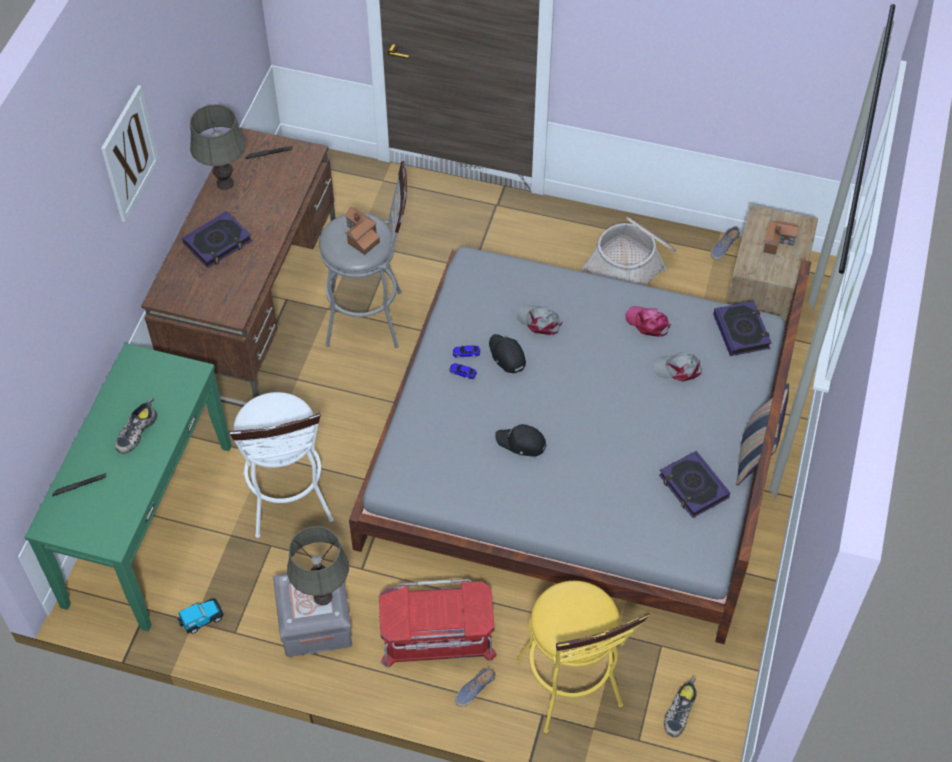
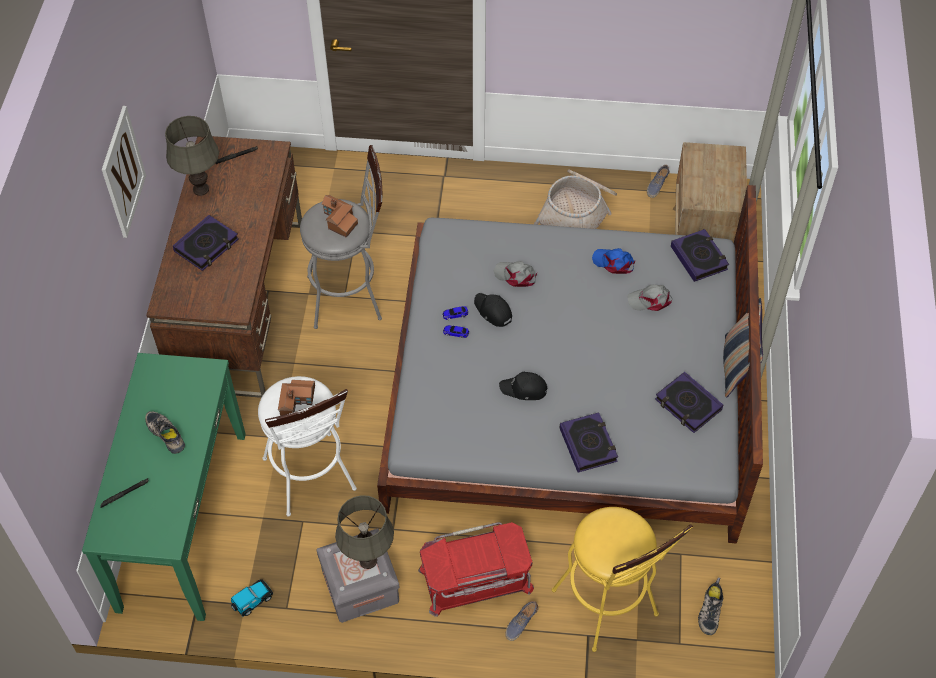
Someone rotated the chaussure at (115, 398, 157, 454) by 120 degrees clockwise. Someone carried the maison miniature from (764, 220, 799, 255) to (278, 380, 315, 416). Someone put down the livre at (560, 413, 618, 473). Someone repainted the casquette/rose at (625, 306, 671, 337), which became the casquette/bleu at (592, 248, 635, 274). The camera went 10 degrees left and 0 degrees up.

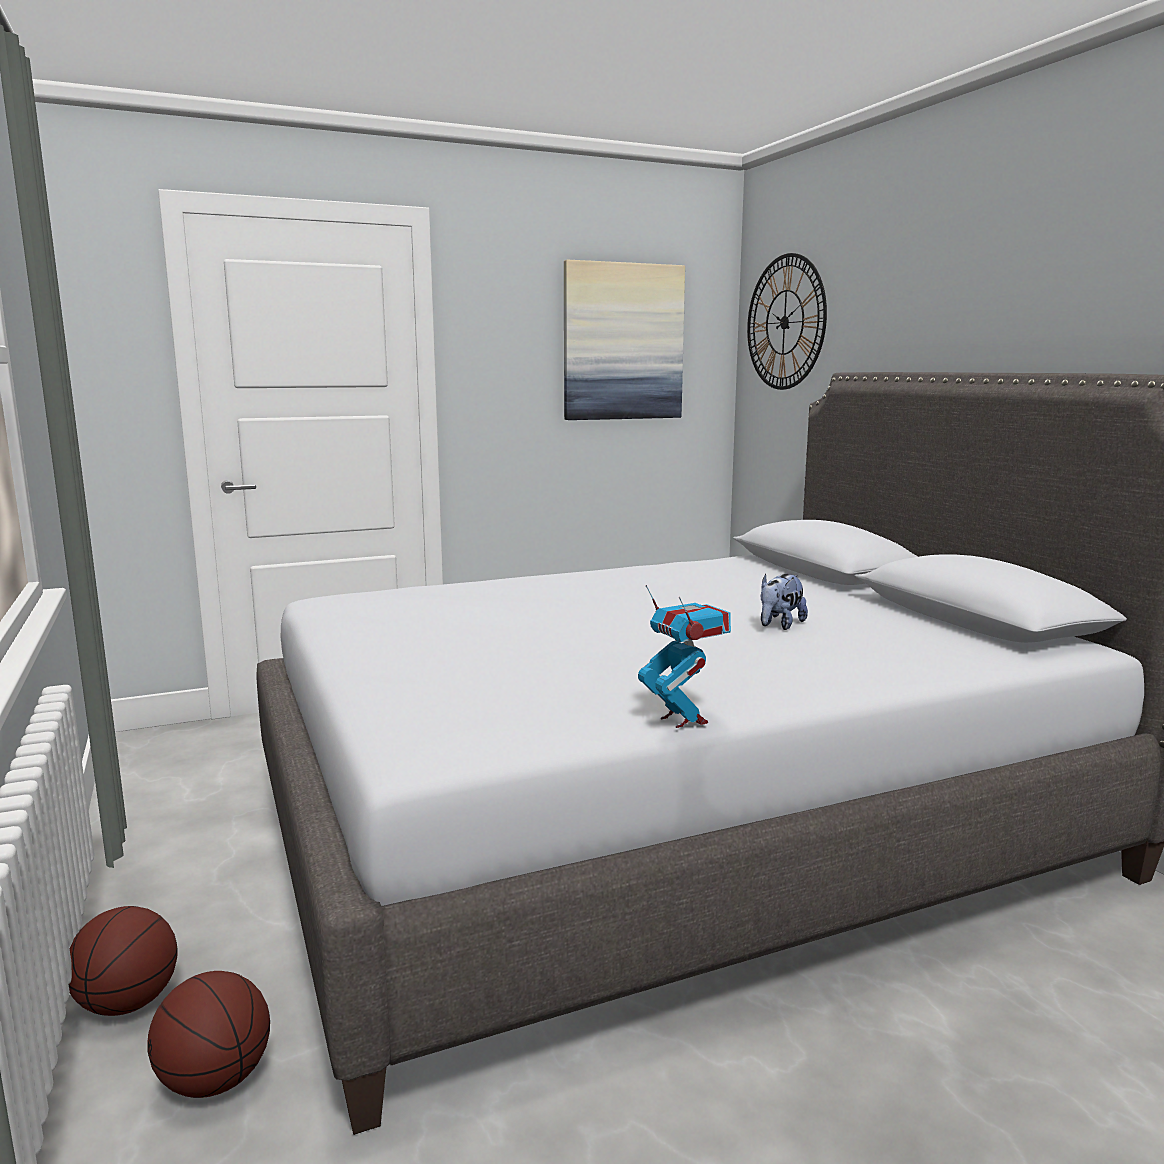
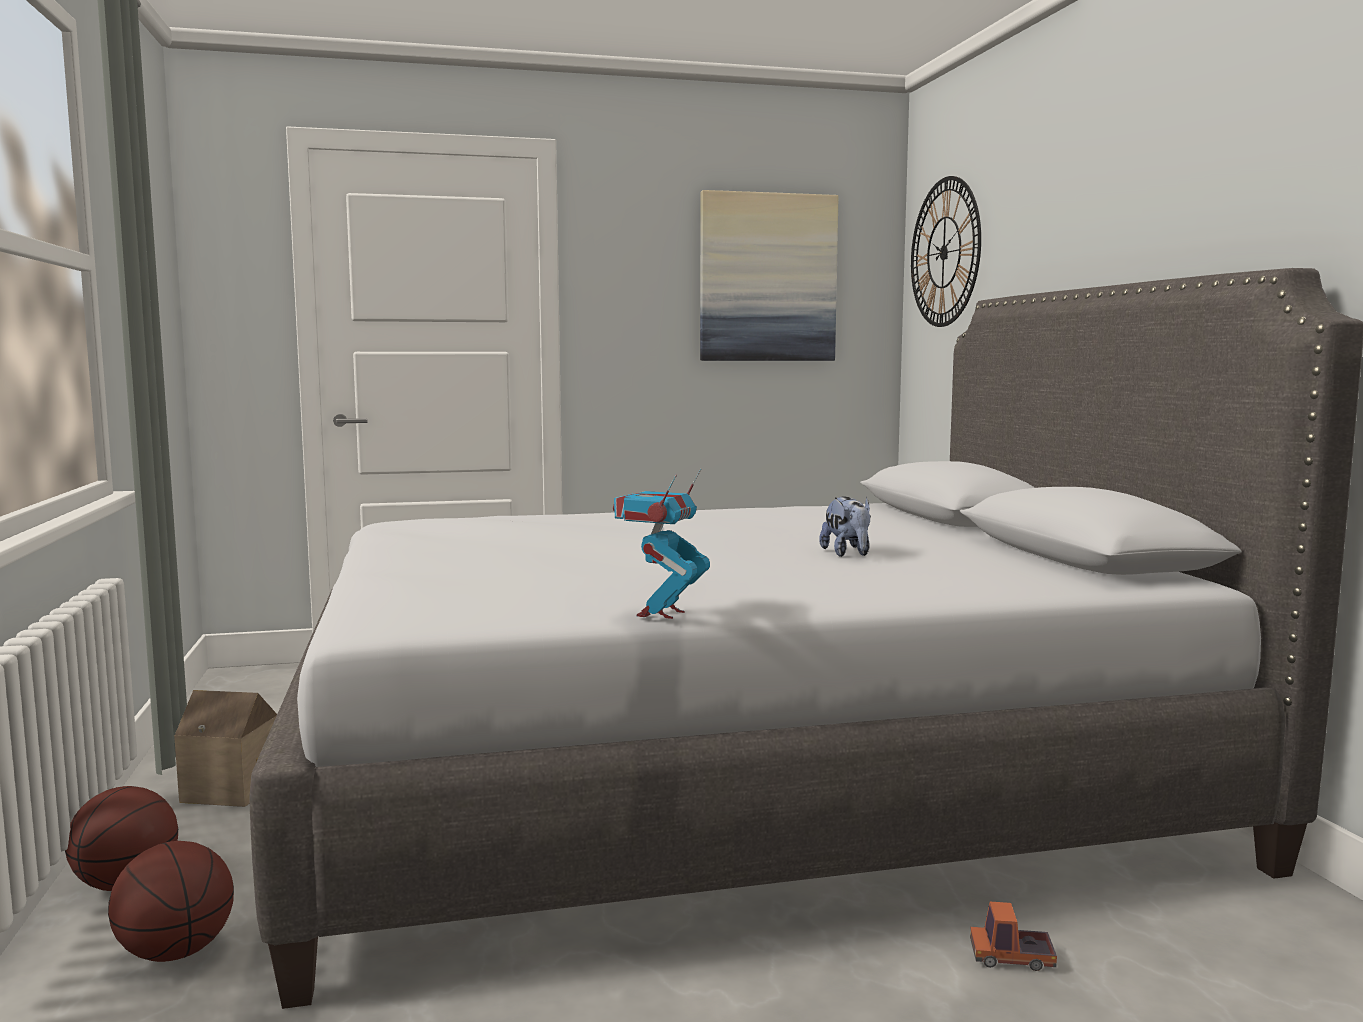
Someone put down the maison miniature at (174, 690, 277, 807). Someone rotated the robot jouet at (638, 585, 731, 728) by 135 degrees counterclockwise. Someone rotated the peluche at (761, 573, 808, 630) by 60 degrees counterclockwise. Someone put down the camion jouet at (970, 902, 1057, 971). The camera went 10 degrees right and 5 degrees down.

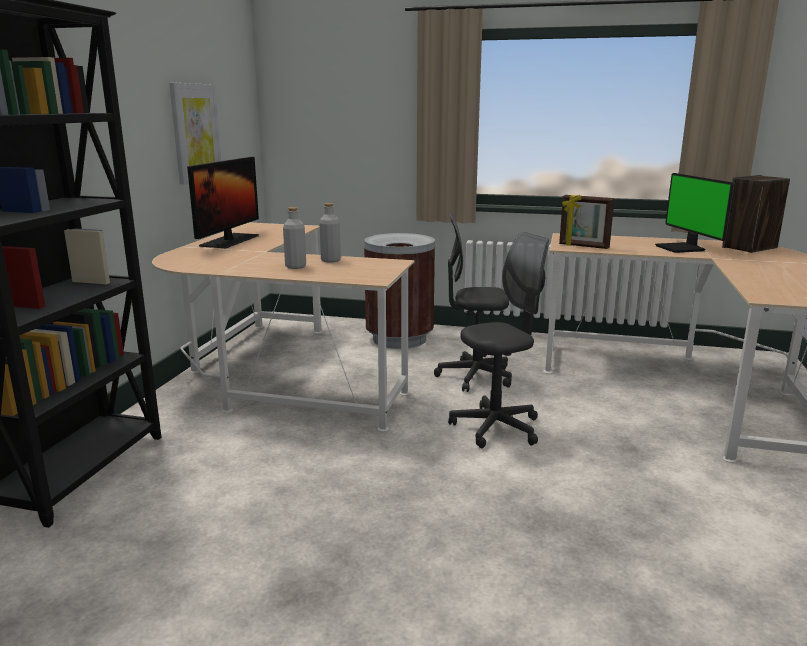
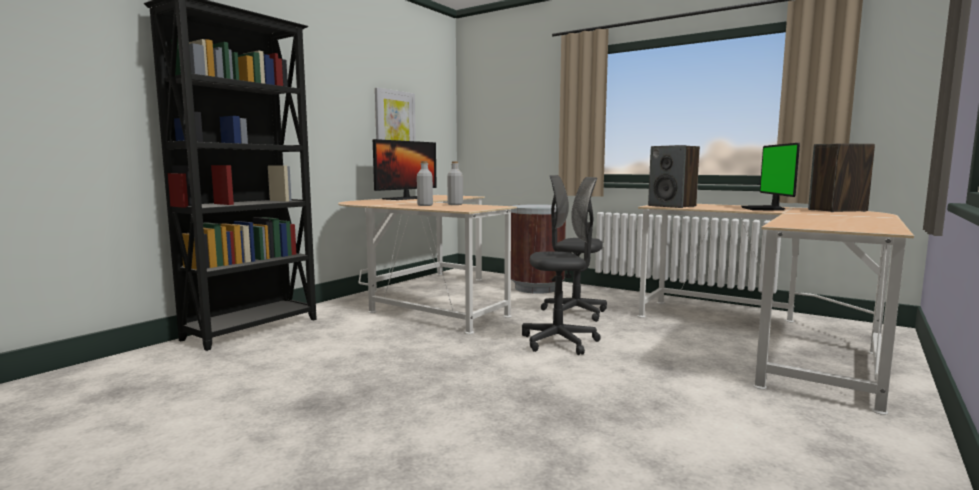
Someone swapped the cadre photo at (559, 195, 614, 249) for the enceinte at (648, 145, 700, 208). The camera went 20 degrees right and 10 degrees down.

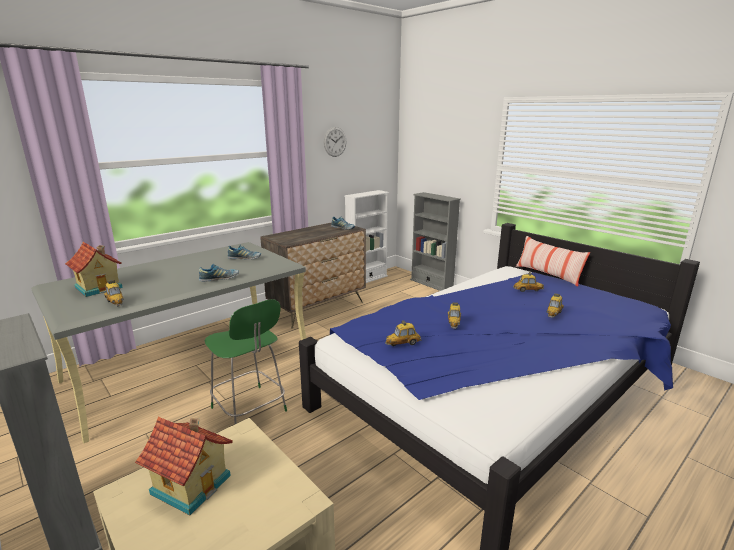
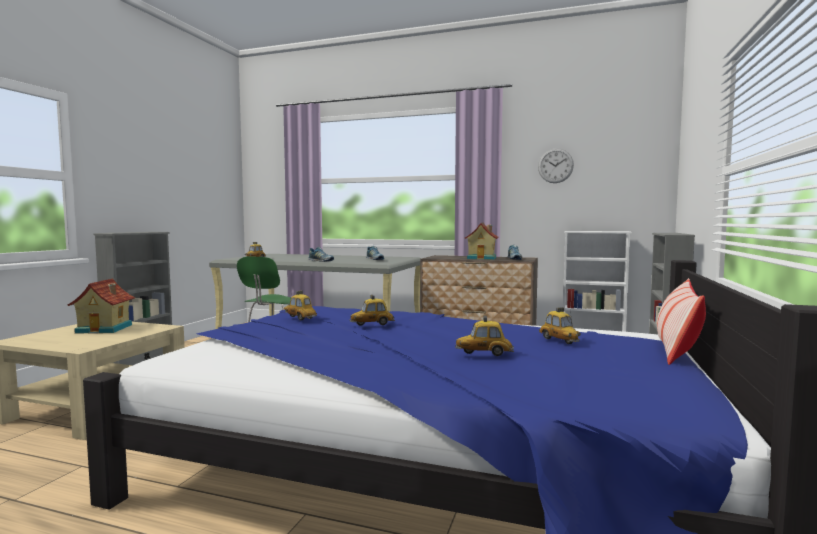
Someone carried the maison miniature from (65, 242, 123, 297) to (465, 222, 499, 260). The camera went 60 degrees right and 15 degrees down.

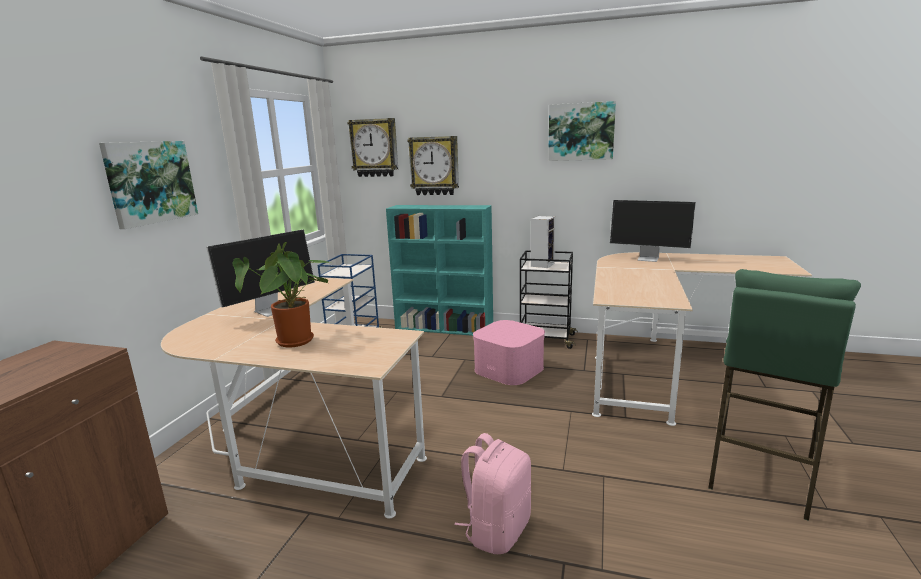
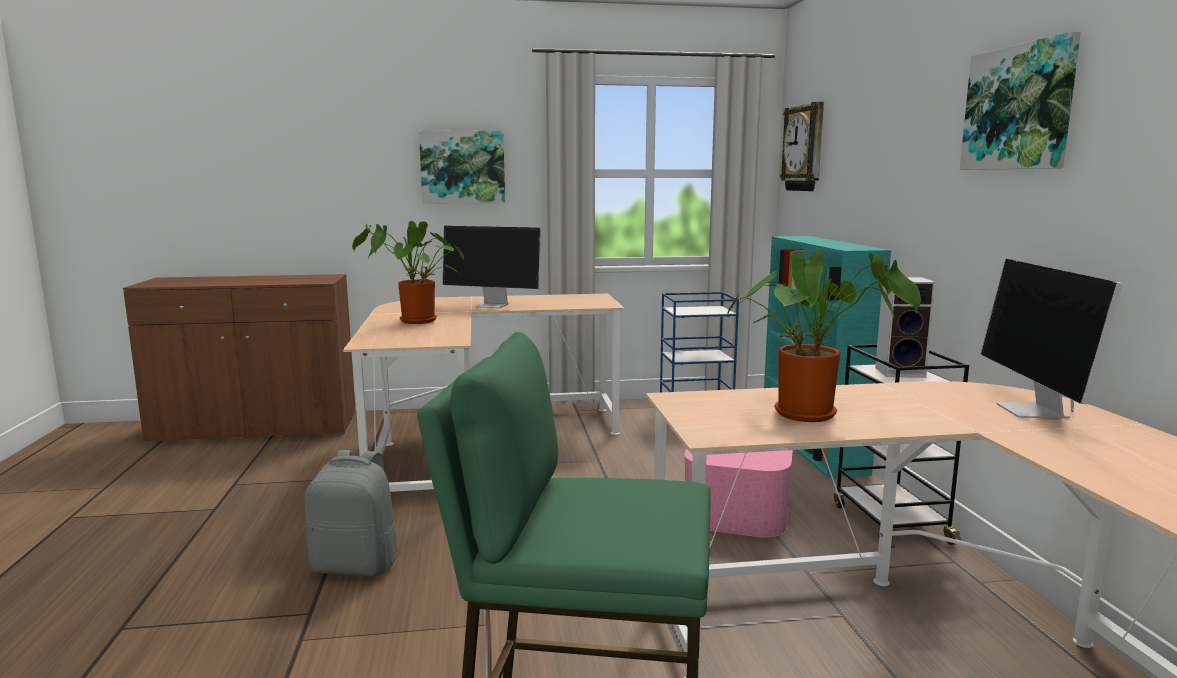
Someone repainted the sac à dos/rose at (454, 433, 531, 554), which became the sac à dos/gris at (304, 450, 398, 576). Someone put down the plante en pot at (725, 251, 921, 422). Someone took away the horloge murale at (407, 136, 459, 195). The camera went 65 degrees right and 5 degrees down.

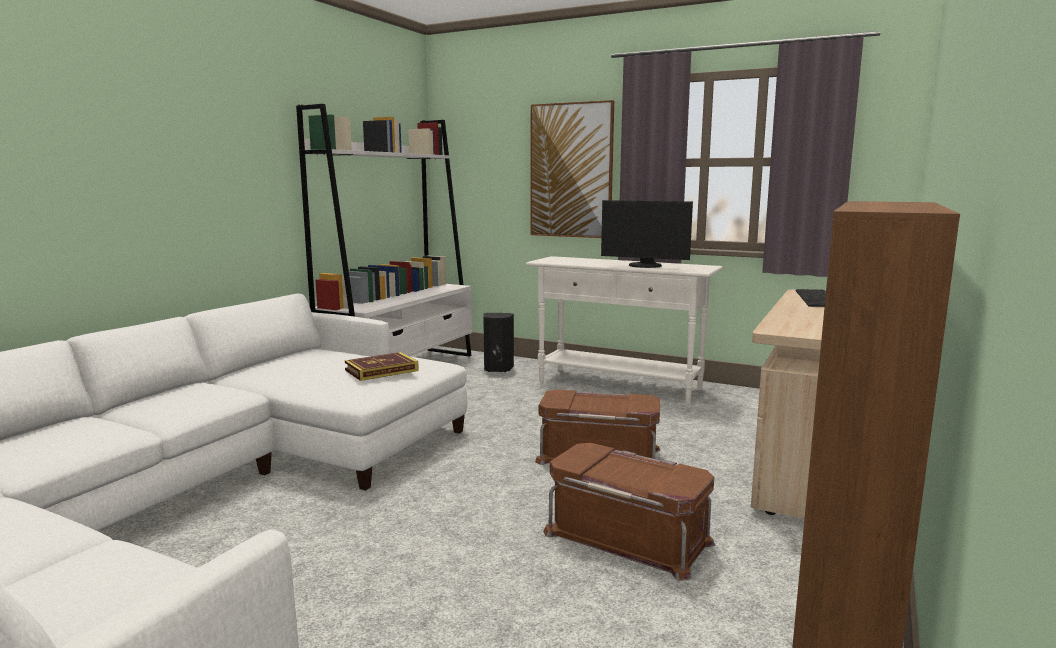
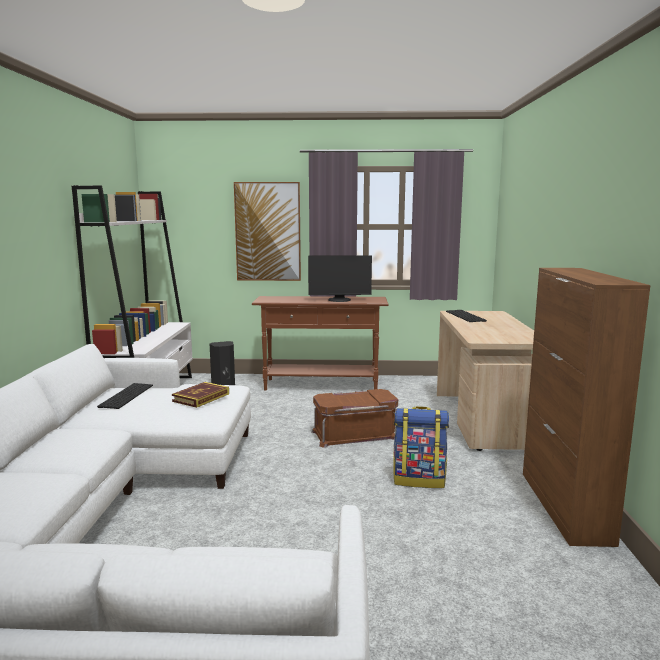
Someone put down the clavier at (97, 383, 153, 409). Someone repainted the table console/blanc at (526, 256, 723, 404), which became the table console/marron at (252, 296, 389, 390). Someone swapped the boîte de rangement/marron at (543, 443, 715, 581) for the sac à dos at (393, 406, 449, 488). The camera went 25 degrees left and 0 degrees up.

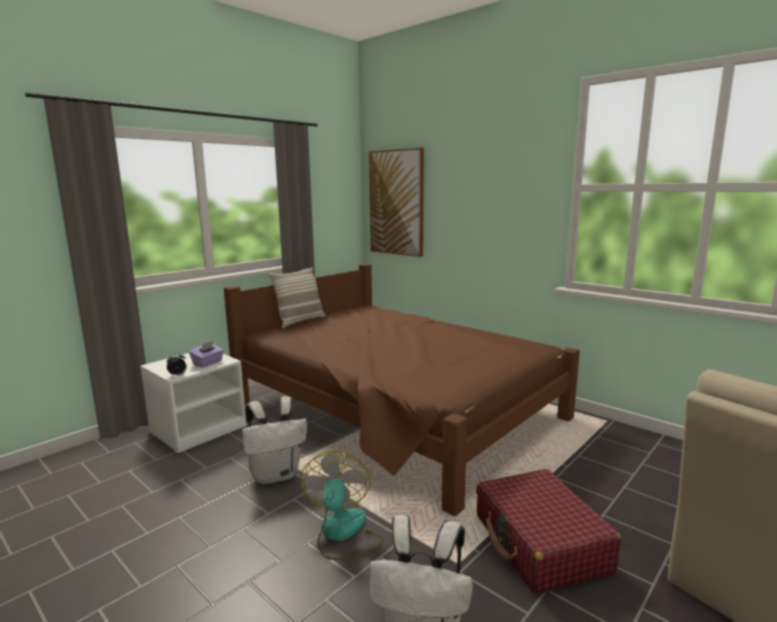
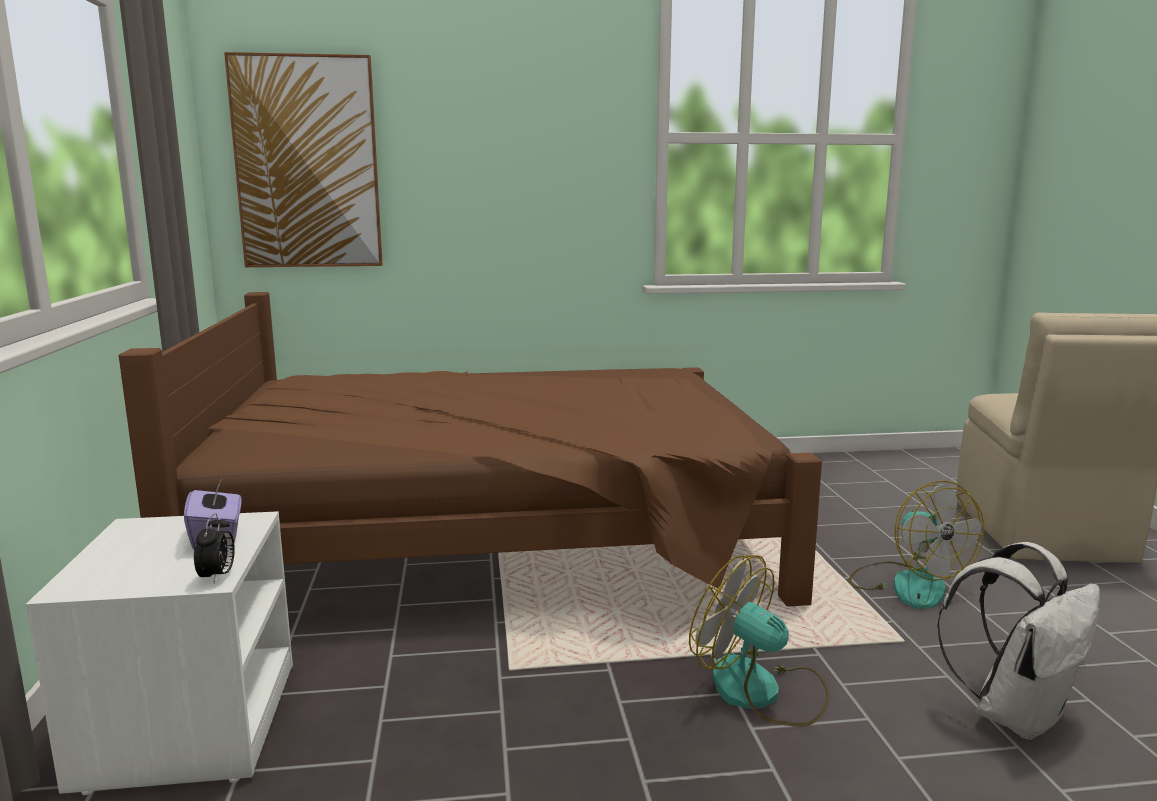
Someone swapped the valise/rouge at (476, 469, 621, 594) for the ventilateur at (849, 480, 984, 609). Someone took away the sac à dos/blanc at (242, 396, 307, 484). Someone took away the coussin at (269, 267, 325, 328). The camera went 50 degrees left and 0 degrees up.

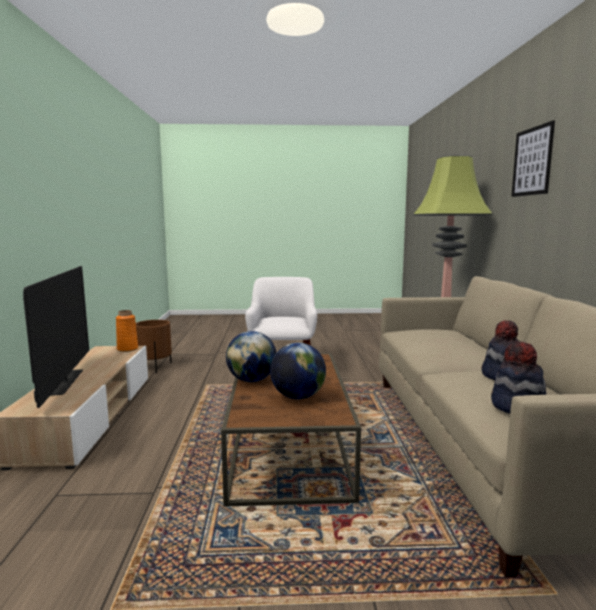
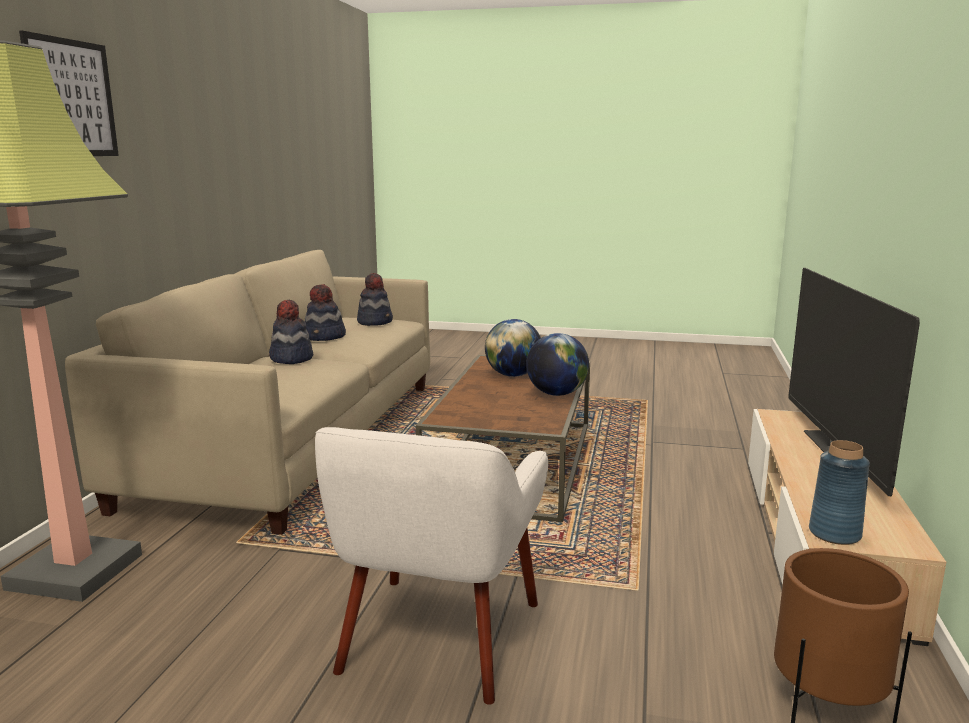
Someone put down the chapeau at (269, 300, 313, 364). Someone repainted the vase/orange at (116, 310, 138, 352), which became the vase/bleu at (809, 440, 870, 545). The camera went 165 degrees left and 5 degrees up.

